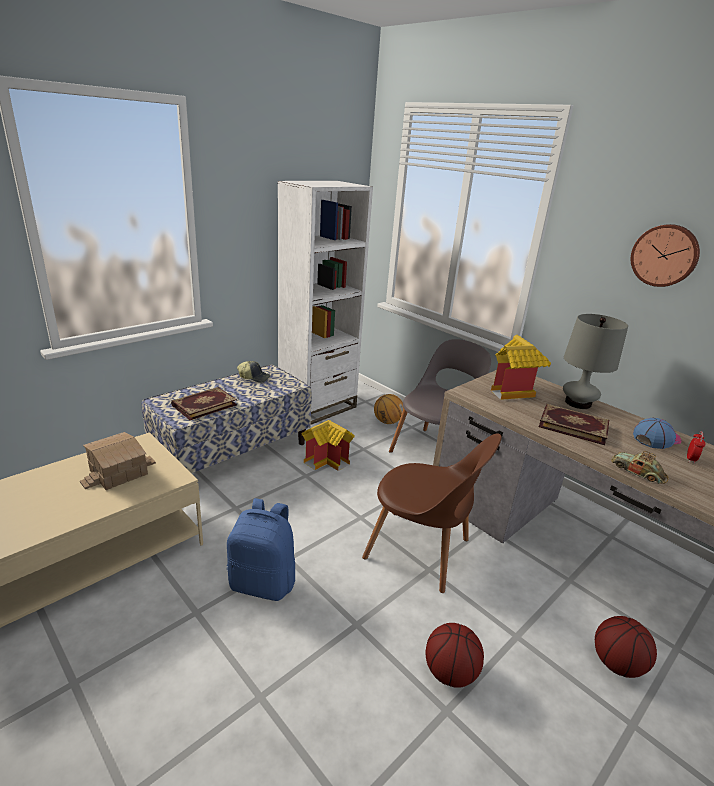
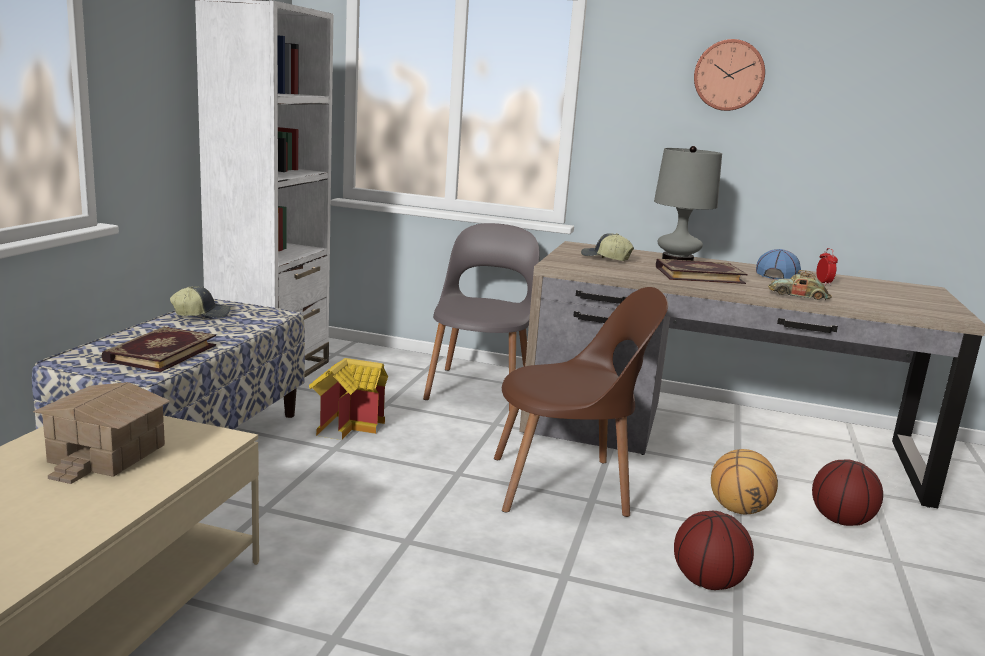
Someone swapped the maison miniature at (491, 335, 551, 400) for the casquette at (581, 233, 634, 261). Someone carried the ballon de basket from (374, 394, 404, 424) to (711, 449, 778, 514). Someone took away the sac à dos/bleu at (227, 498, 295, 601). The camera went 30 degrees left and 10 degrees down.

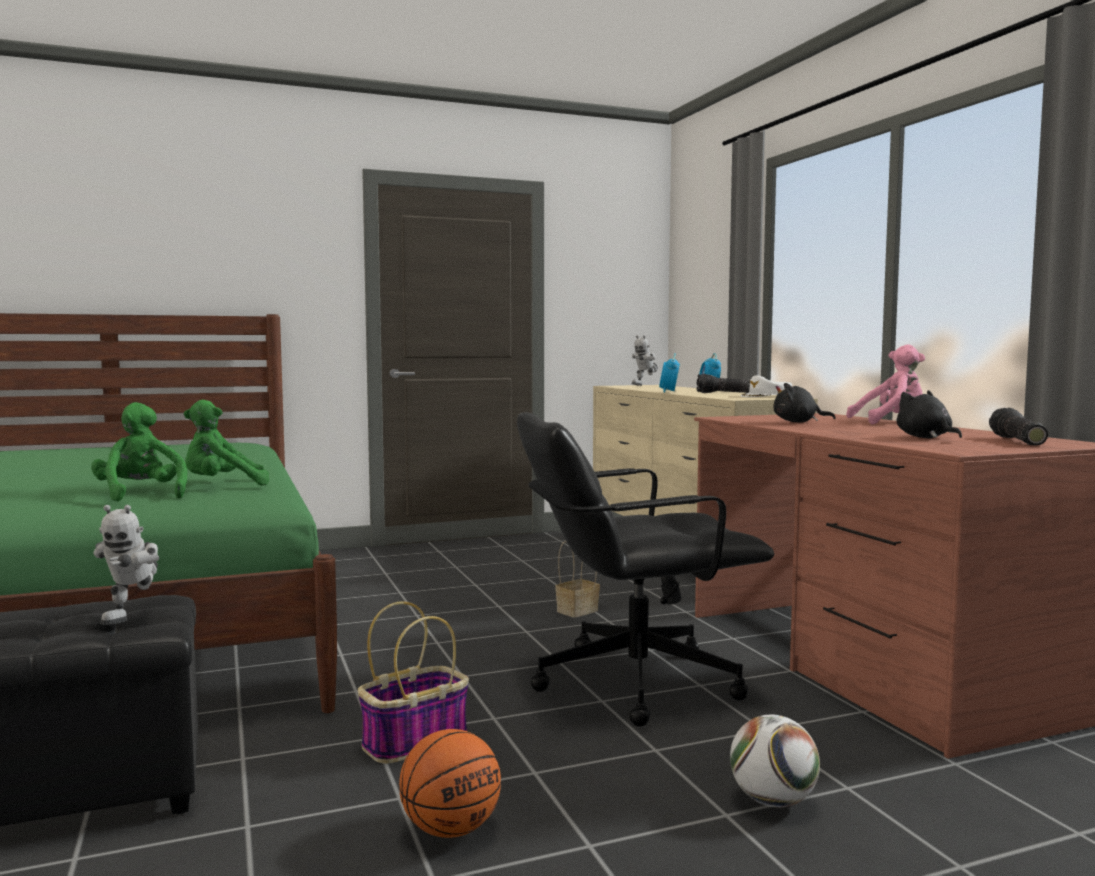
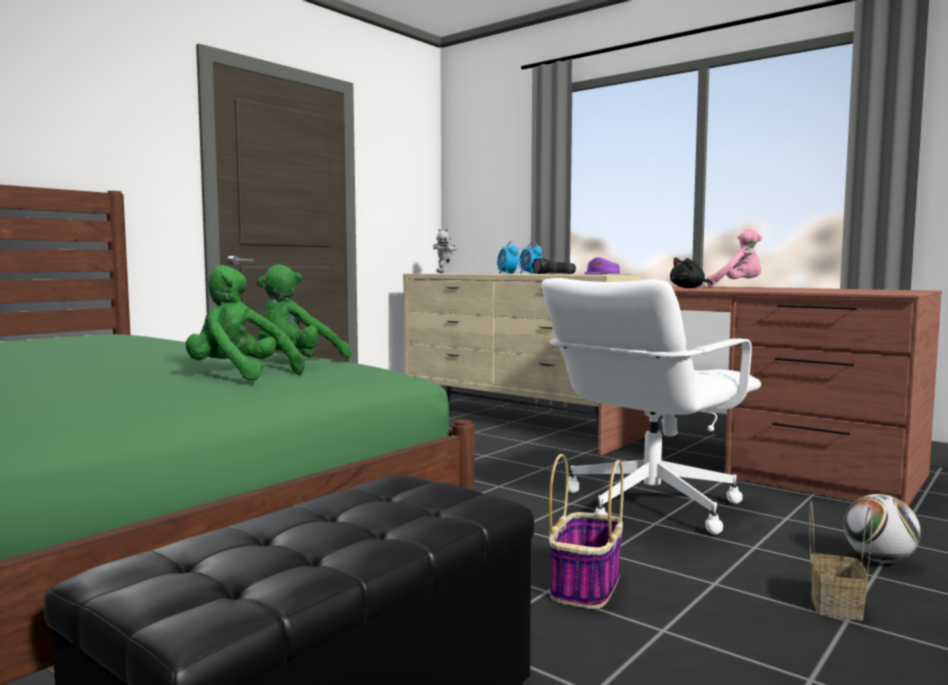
Someone repainted the chaise de bureau/noir at (517, 412, 774, 727), which became the chaise de bureau/blanc at (542, 278, 761, 534). Someone repainted the casquette/blanc at (740, 375, 792, 397), which became the casquette/violet at (584, 257, 620, 275). Someone rotated the peluche/rose at (846, 345, 925, 424) by 60 degrees clockwise. Someone carried the panier from (555, 541, 600, 618) to (809, 501, 872, 620). Someone took away the robot jouet at (94, 505, 159, 625). Someone took away the ballon de basket at (399, 729, 501, 838). Someone took away the peluche/noir at (896, 390, 962, 438). Someone took away the lampe de poche at (989, 408, 1048, 446). The camera went 30 degrees left and 0 degrees up.

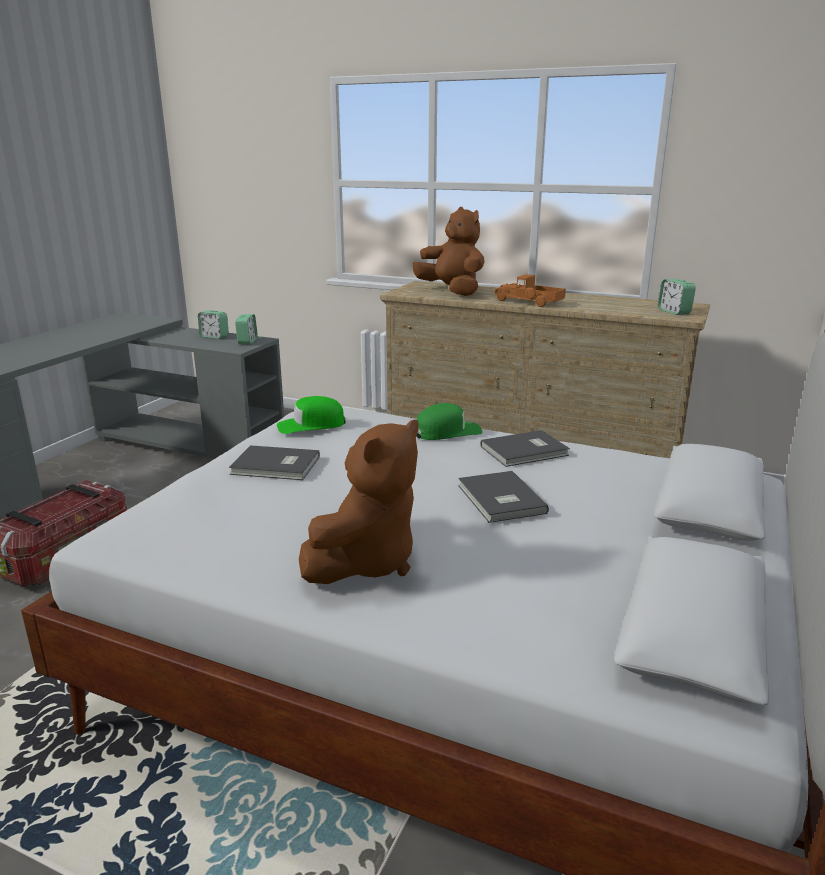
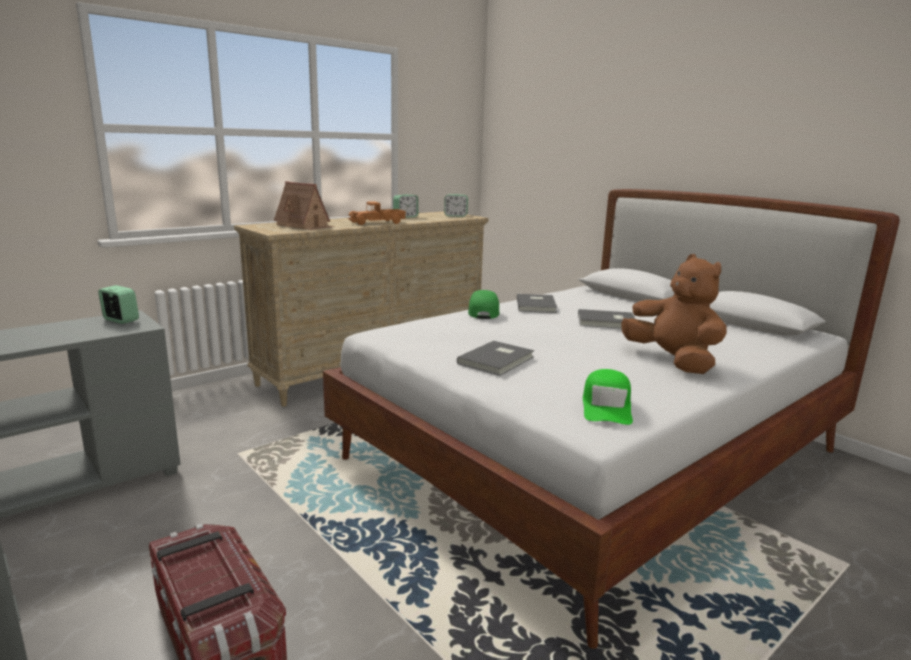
Someone swapped the peluche/marron at (413, 207, 484, 296) for the maison miniature at (274, 181, 334, 230). Someone carried the réveil from (198, 310, 229, 339) to (393, 194, 418, 218). Someone carried the casquette/vert from (277, 396, 346, 434) to (583, 369, 633, 425). The camera went 65 degrees left and 5 degrees down.

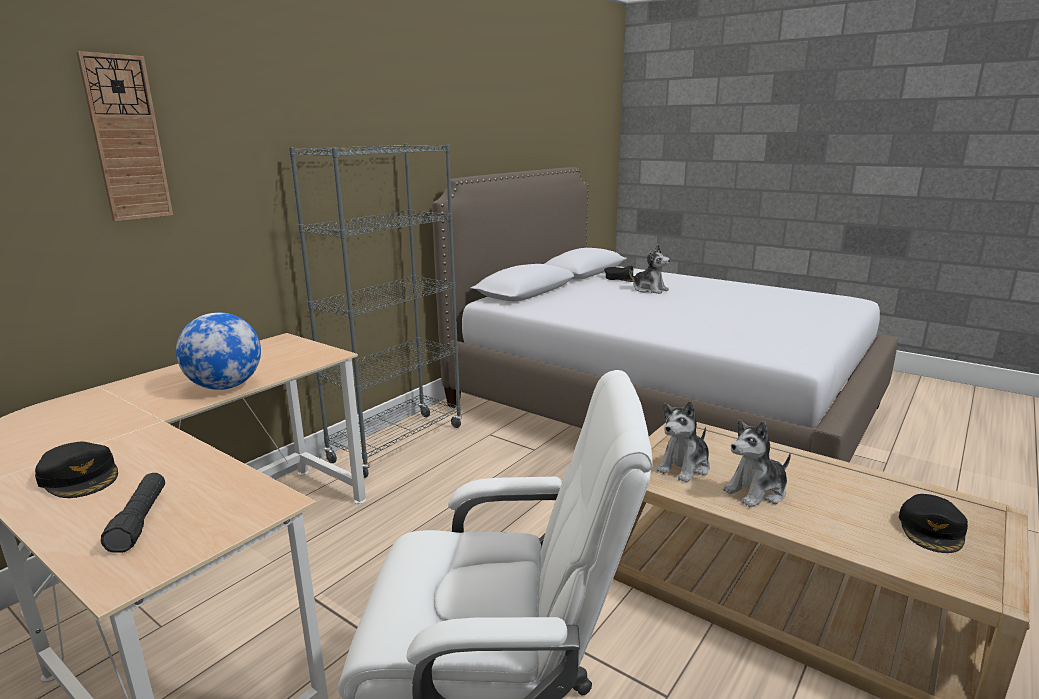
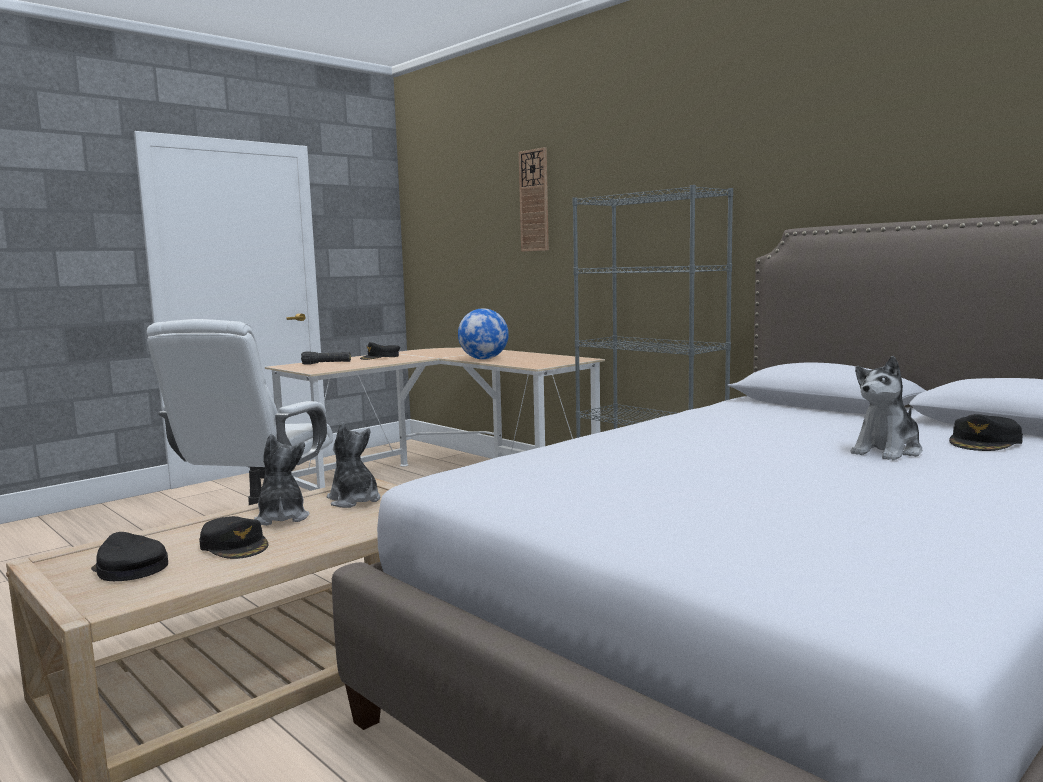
Someone put down the casquette/noir at (199, 516, 268, 559). The camera went 100 degrees right and 10 degrees down.

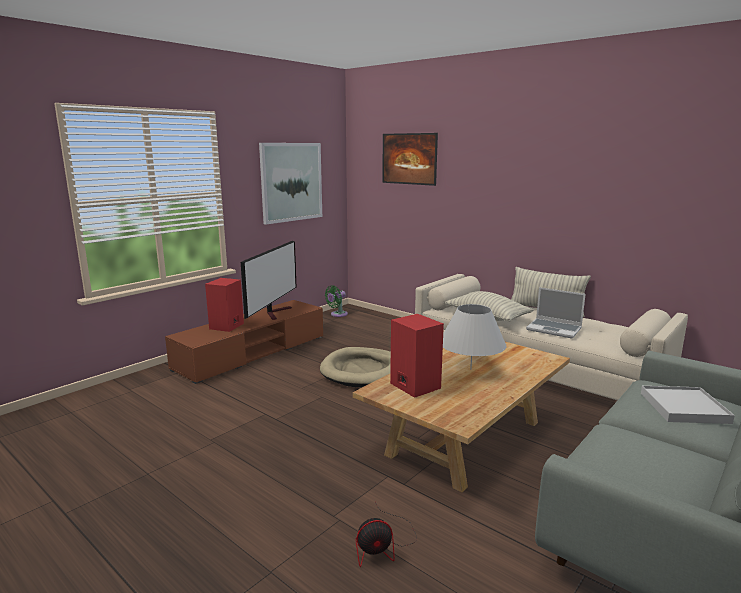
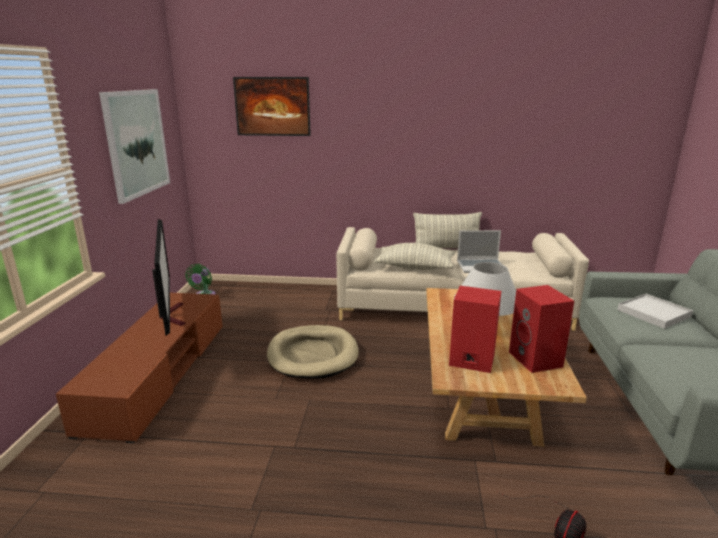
Someone carried the enceinte/rouge from (205, 278, 244, 332) to (509, 285, 574, 373). The camera went 35 degrees left and 5 degrees up.

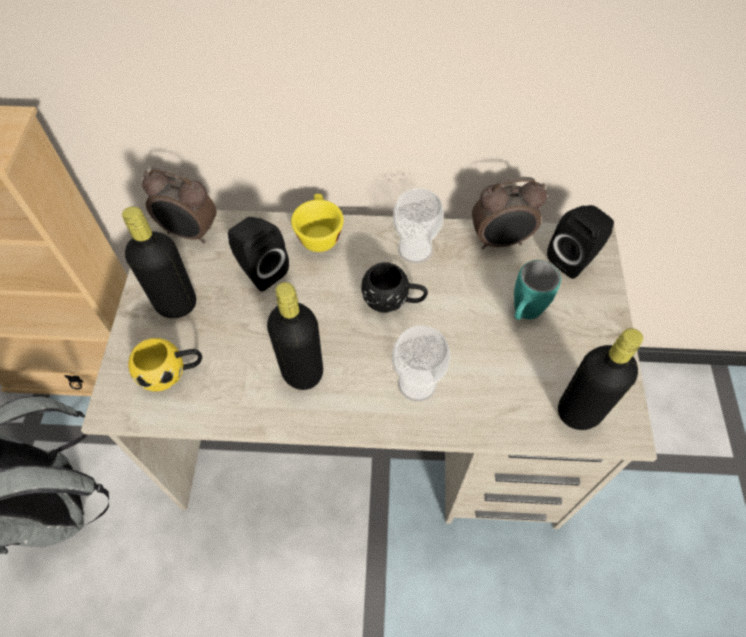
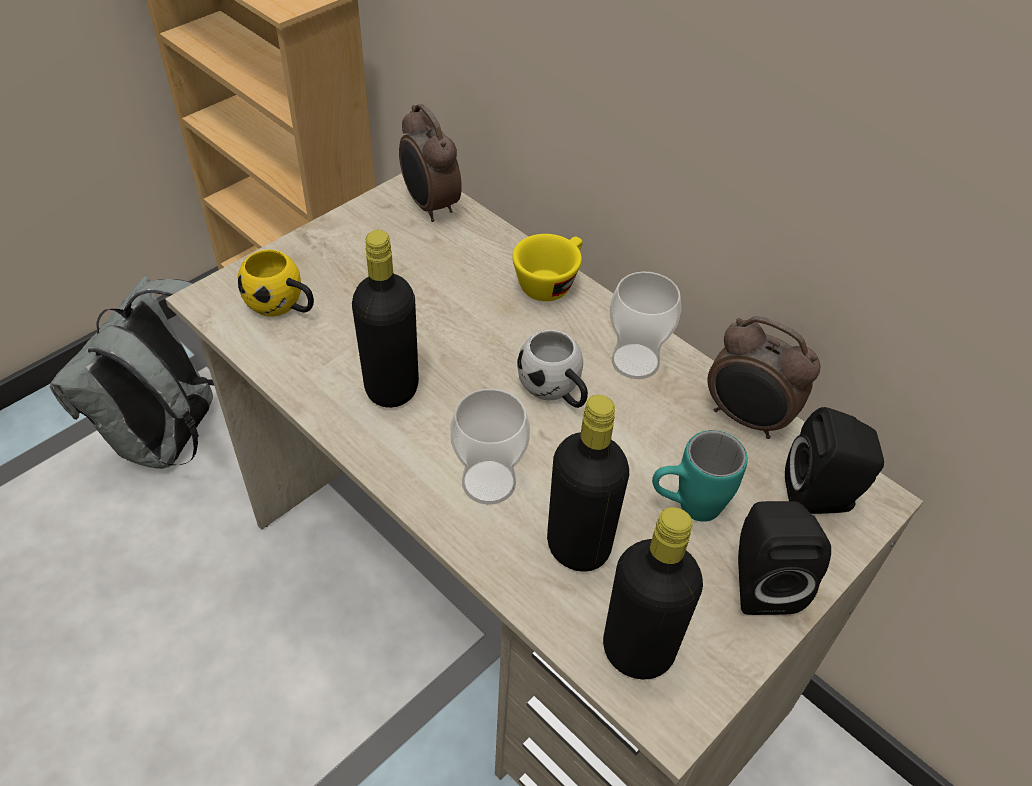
Someone repainted the mug/noir at (361, 262, 428, 313), which became the mug/blanc at (517, 330, 588, 408). Someone carried the bouteille/noir from (122, 206, 196, 318) to (547, 395, 629, 571). Someone carried the enceinte/noir from (228, 217, 289, 291) to (738, 501, 831, 615). The camera went 40 degrees right and 10 degrees down.

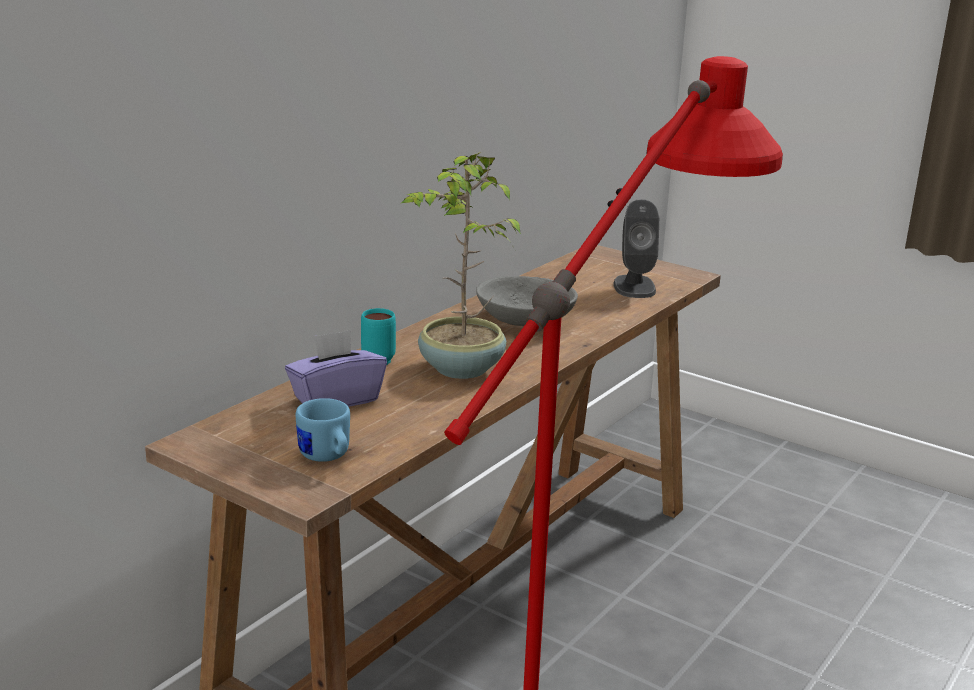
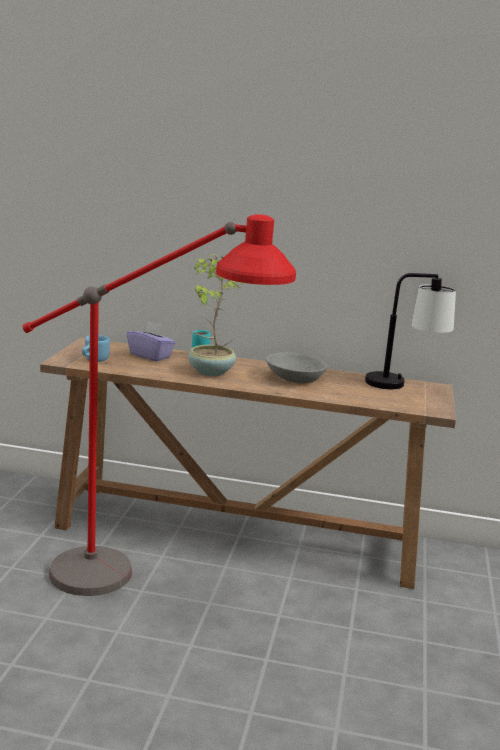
Someone put down the lampe de table at (365, 273, 456, 389). Someone took away the enceinte/gris at (613, 199, 659, 298). The camera went 65 degrees right and 5 degrees down.

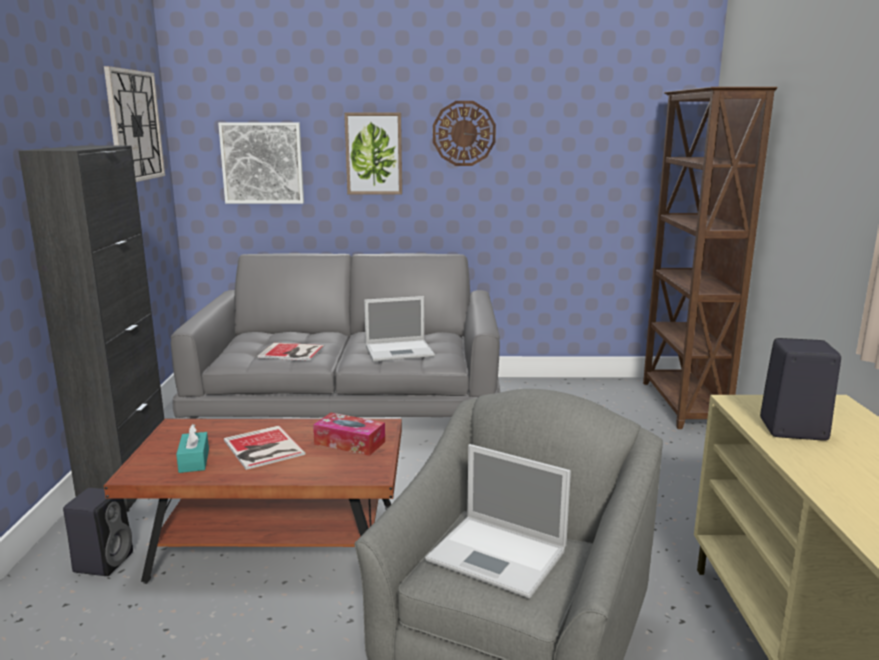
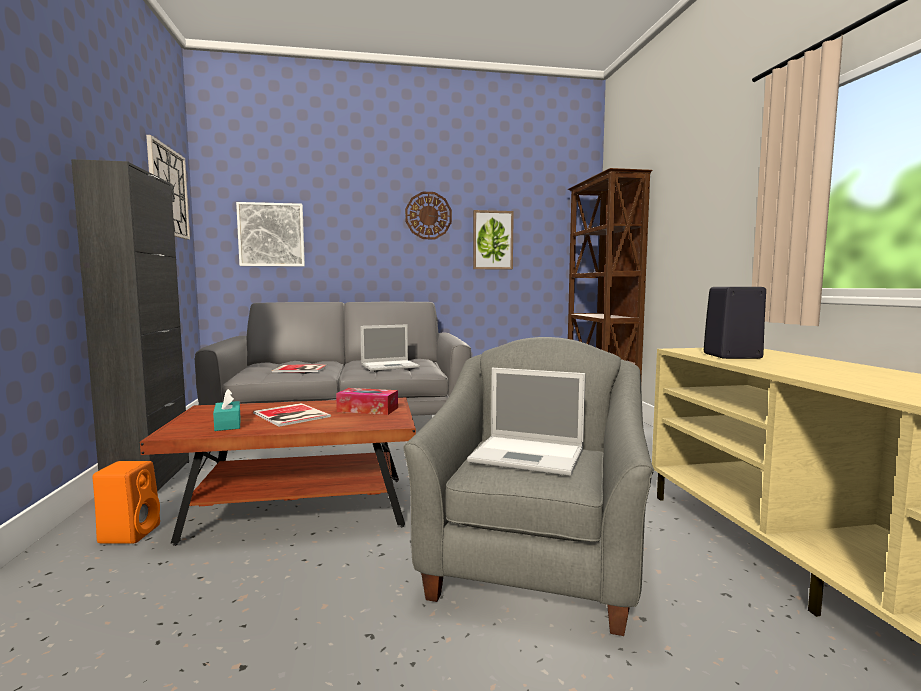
Someone repainted the enceinte/noir at (63, 488, 133, 576), which became the enceinte/orange at (93, 461, 160, 544). Someone carried the tableau from (344, 113, 402, 194) to (473, 210, 514, 270). The camera went 10 degrees left and 10 degrees down.

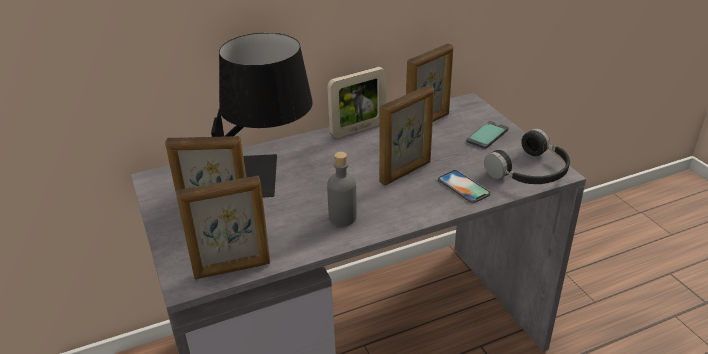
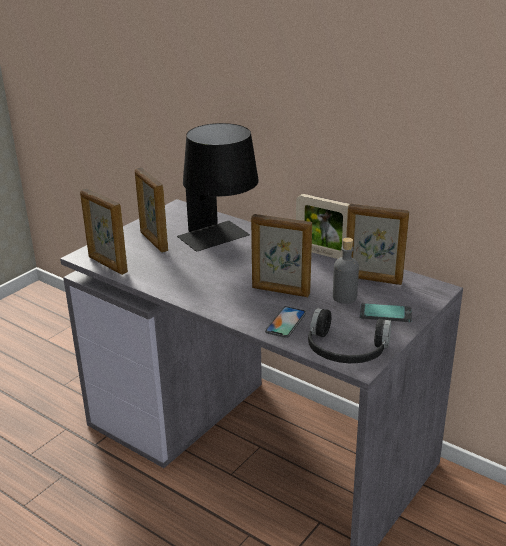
Someone carried the bouteille/gris from (327, 152, 357, 226) to (333, 238, 359, 304). The camera went 60 degrees right and 5 degrees down.

